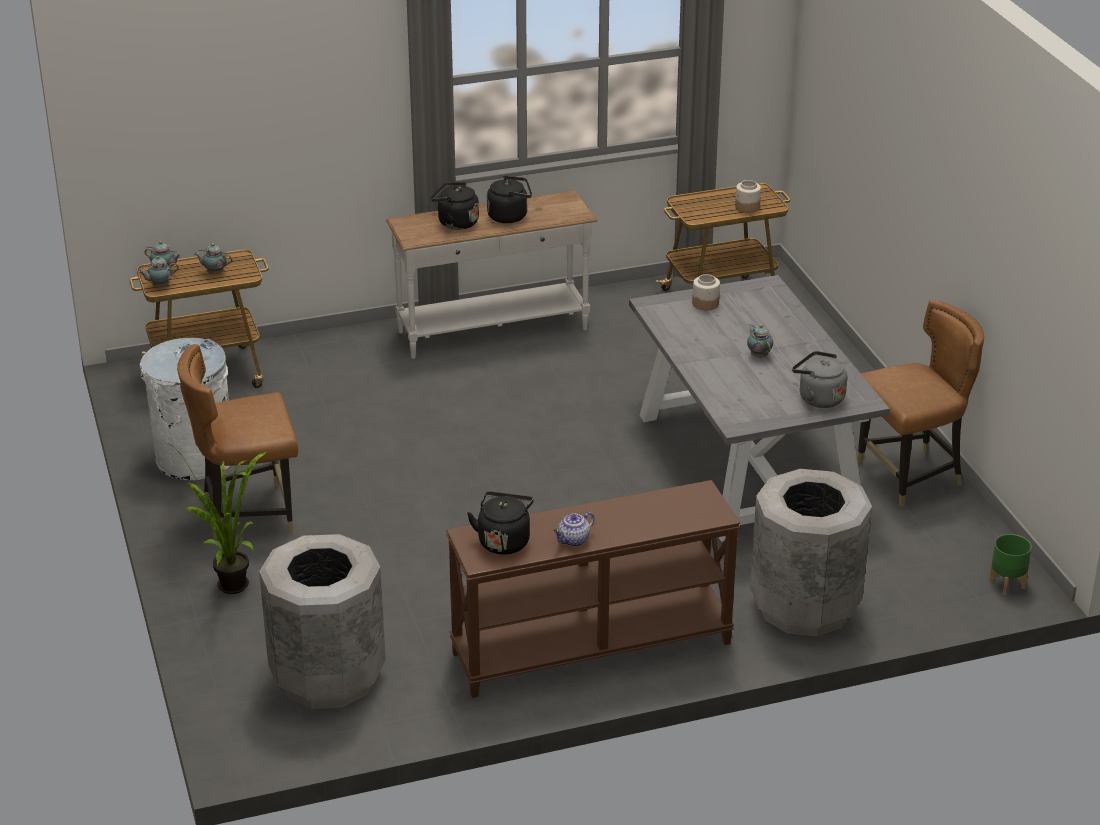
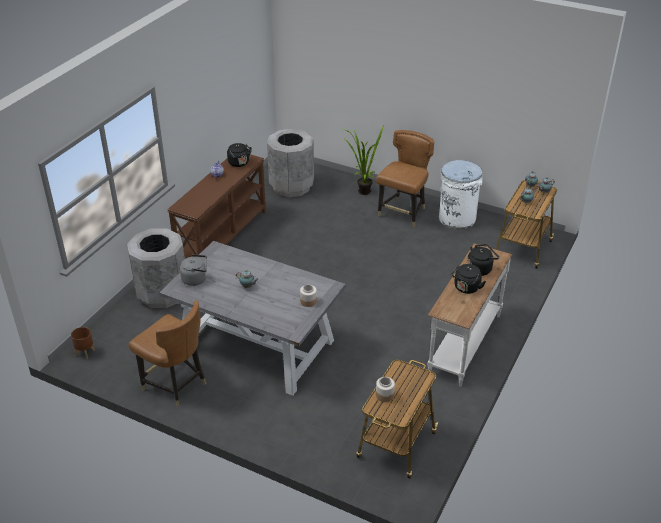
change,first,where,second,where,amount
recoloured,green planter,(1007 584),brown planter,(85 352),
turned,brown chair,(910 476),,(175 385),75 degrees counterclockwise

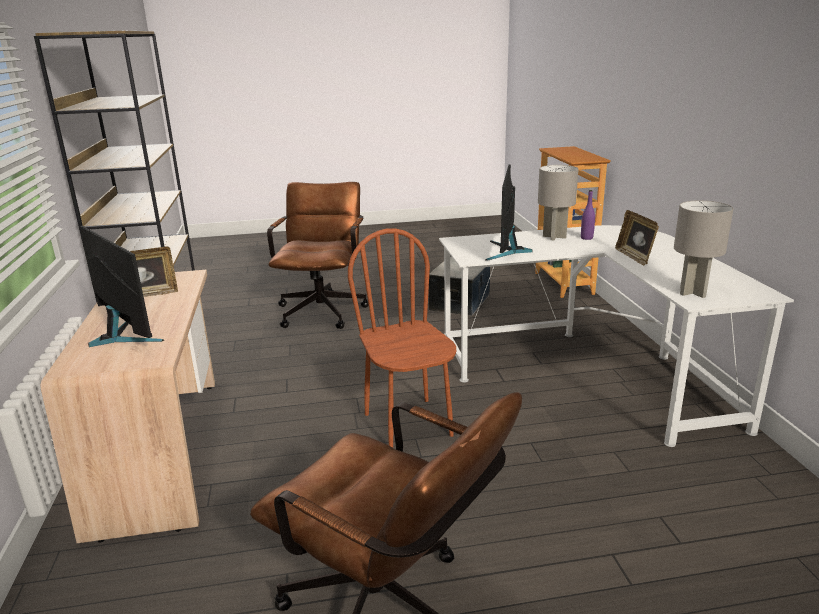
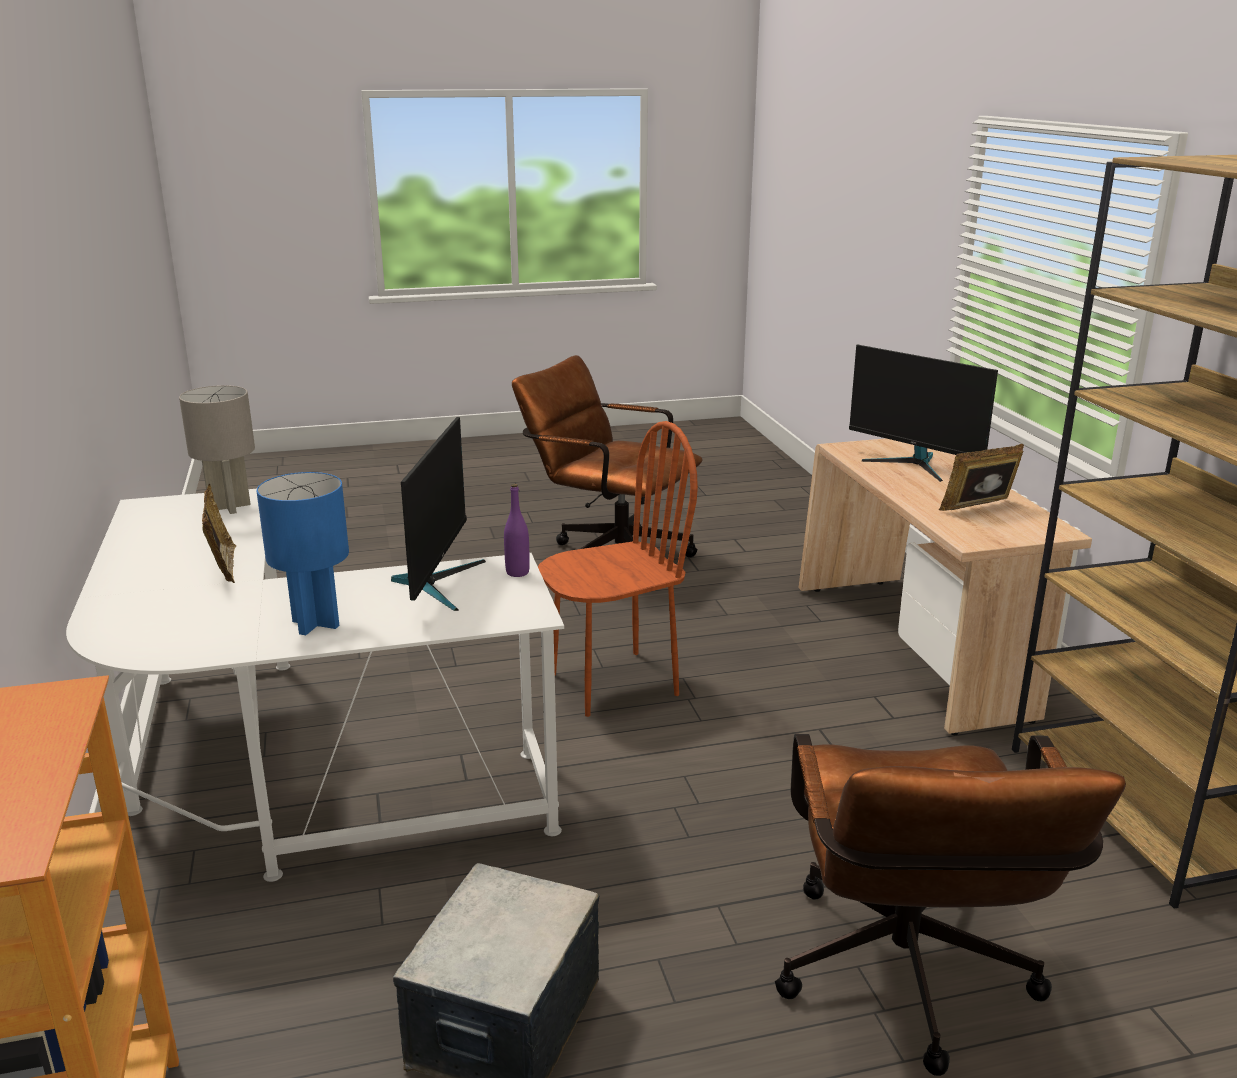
change,first,where,second,where,amount
recoloured,grey table lamp,(554 237),blue table lamp,(316 624),
moved,purple bottle,(586 238),,(517 572),
turned,brown chair,(408 424),,(613 683),90 degrees counterclockwise

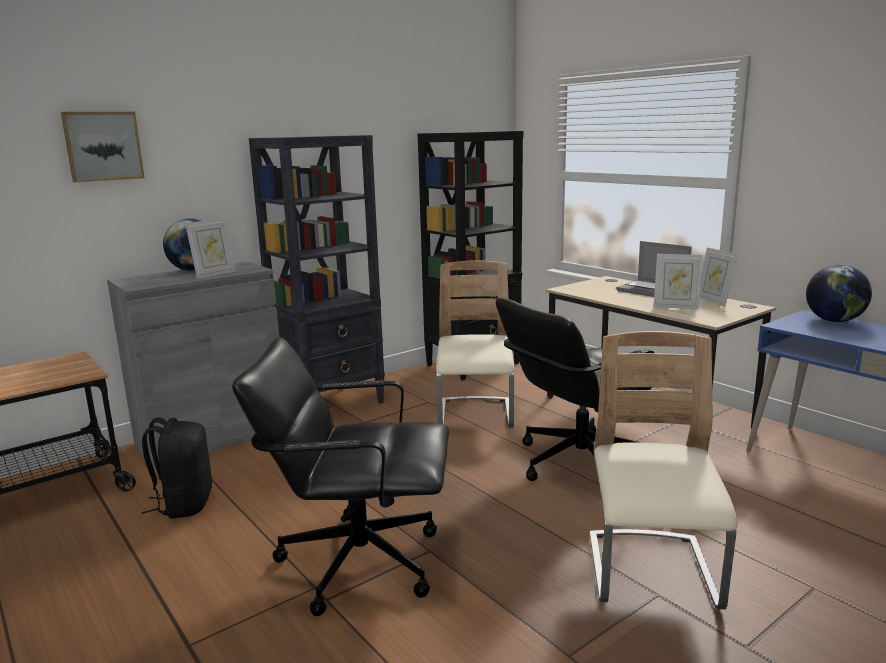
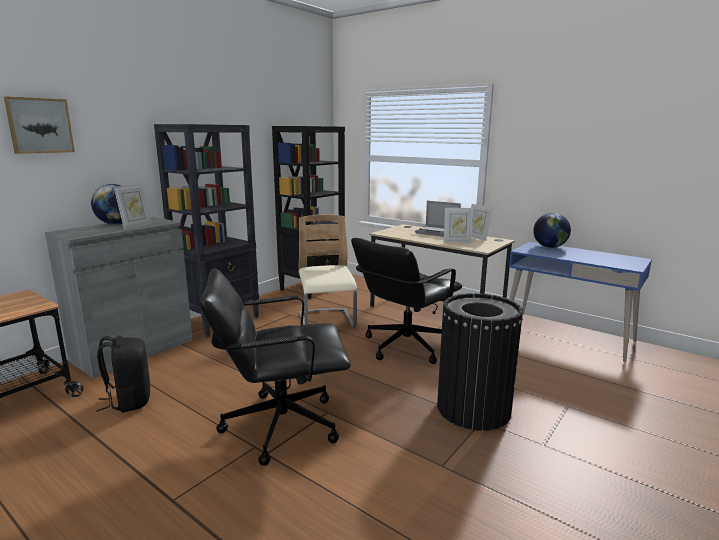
change,first,where,second,where,amount
replaced,beige chair,(651 573),black trash can,(473 408),

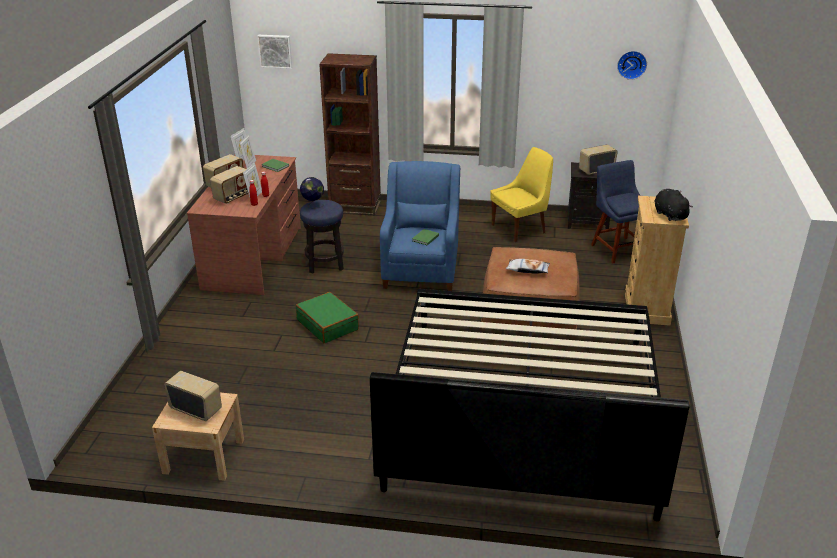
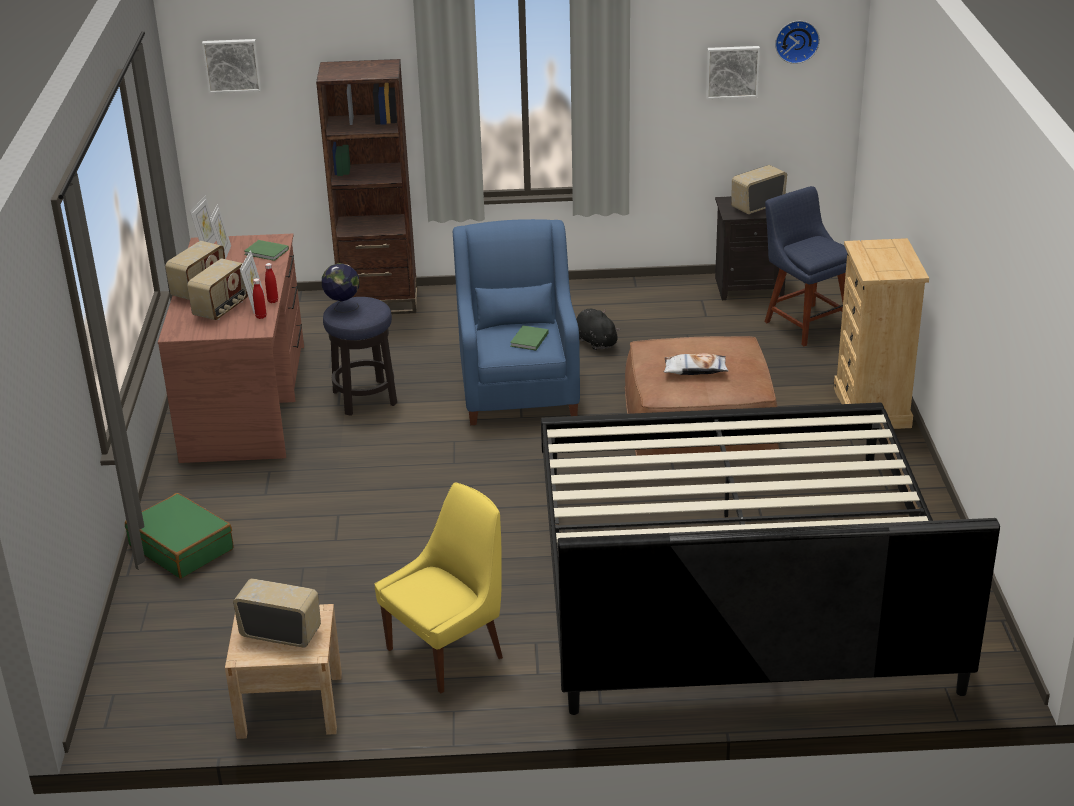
change,first,where,second,where,amount
moved,green suitcase,(328 325),,(182 547),
moved,yellow chair,(520 228),,(449 651),
moved,black plush toy,(669 215),,(595 341),
added,,,picture,(732 71),

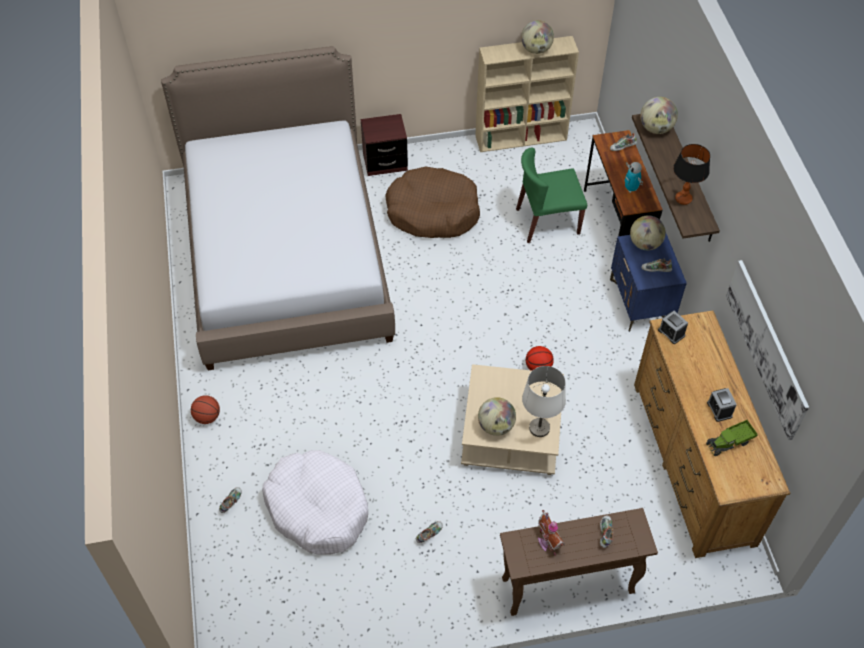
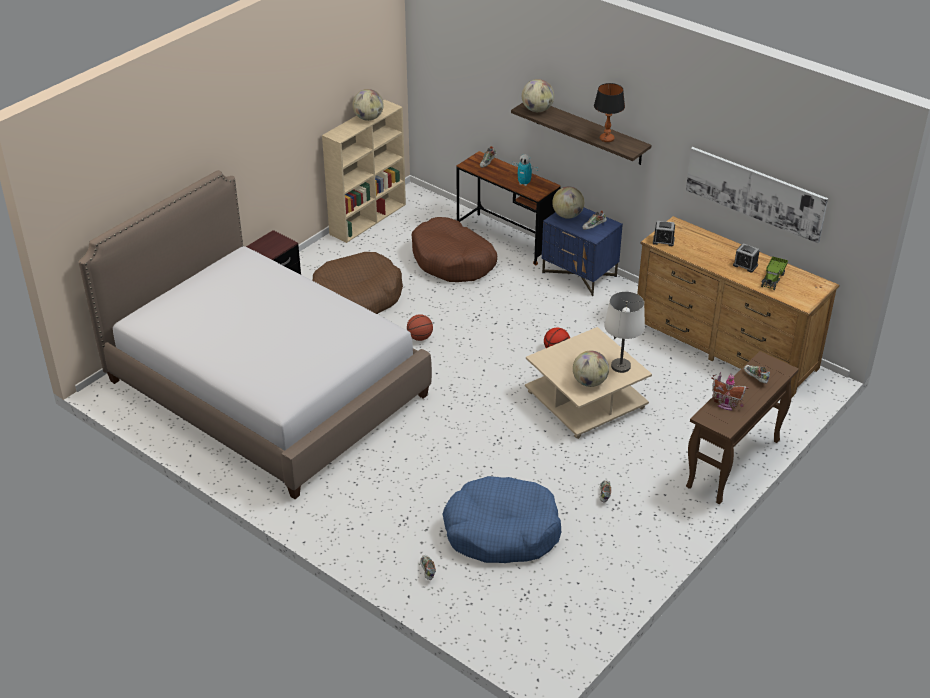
change,first,where,second,where,amount
moved,basketball,(207 417),,(420 337),
replaced,green chair,(547 221),brown dog bed,(453 261),
recoloured,white dog bed,(317 508),blue dog bed,(501 531),

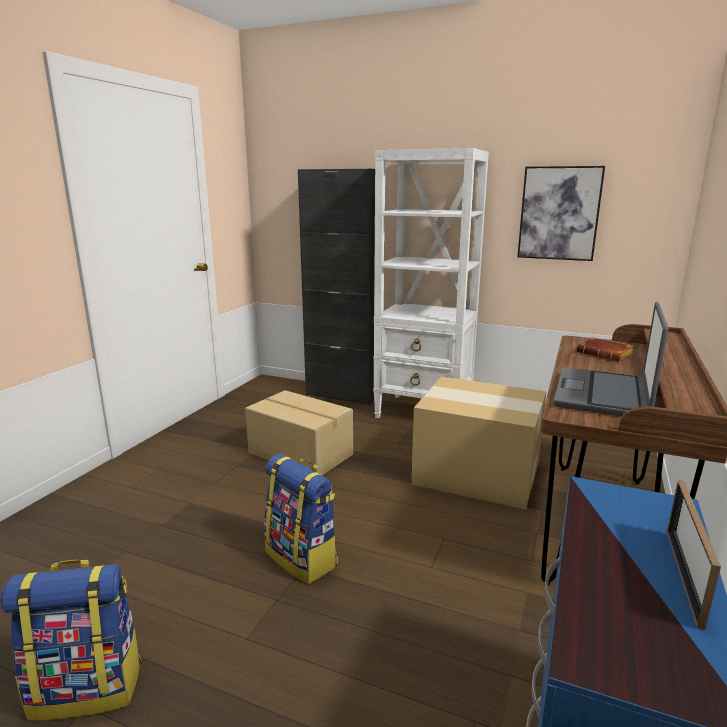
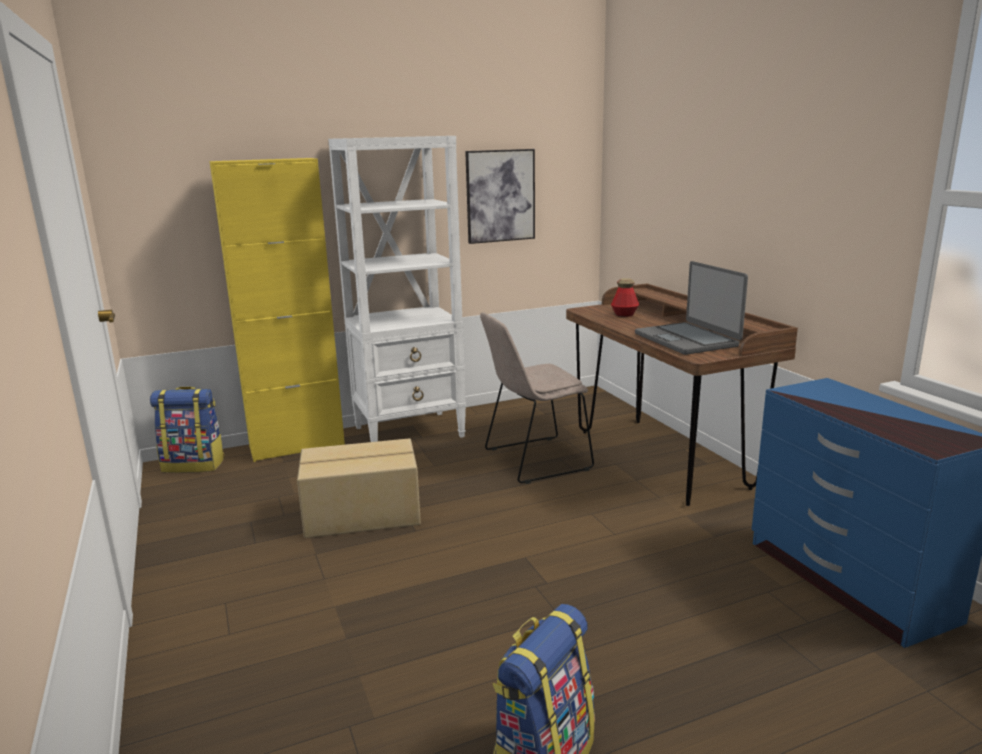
change,first,where,second,where,amount
moved,backpack,(303 558),,(194 465),
recoloured,black cabinet,(343 394),yellow cabinet,(297 446),
replaced,cardboard box,(475 472),beige chair,(533 460),
replaced,brown book,(606 354),bottle,(624 315),
removed,picture frame,(683 575),,,

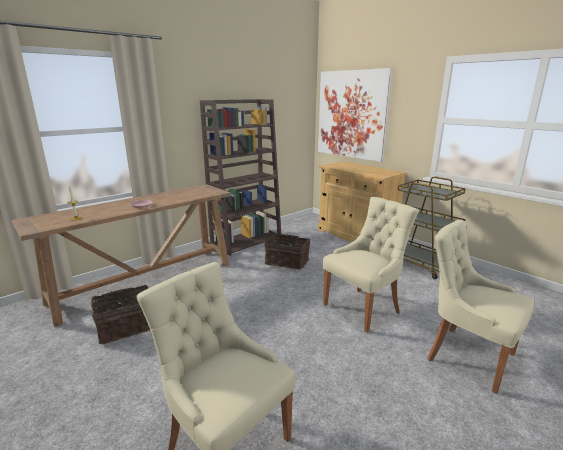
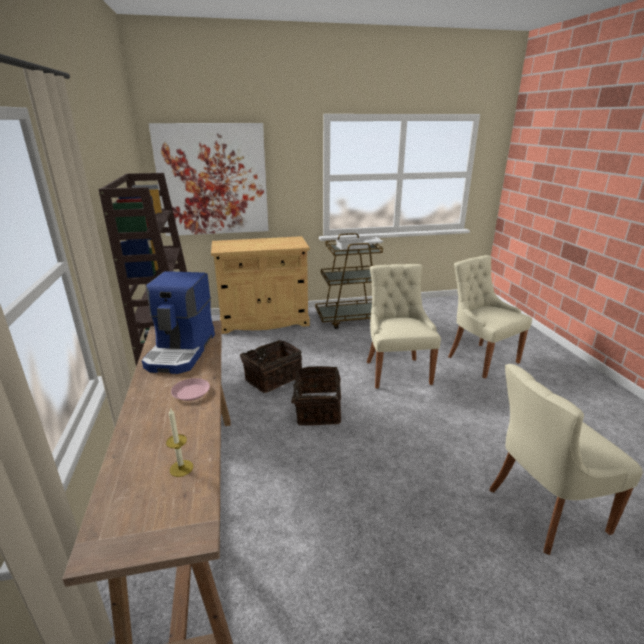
change,first,where,second,where,amount
added,,,coffee machine,(182 351),
moved,basket,(126 326),,(317 409),
added,,,white tray,(358 246),
turned,beige chair,(467 355),,(480 358),75 degrees clockwise

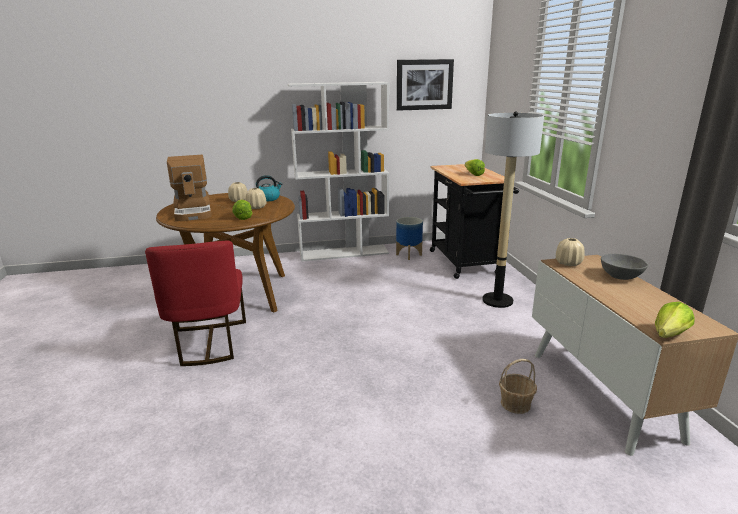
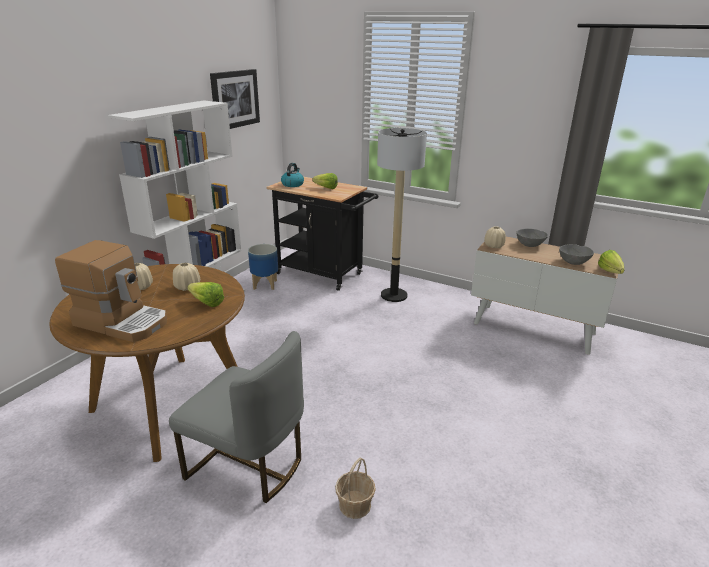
change,first,where,second,where,amount
recoloured,red chair,(209 343),grey chair,(248 465),
moved,kettle,(268 199),,(292 184),
moved,basket,(515 404),,(355 505),
added,,,grey bowl,(573 262),

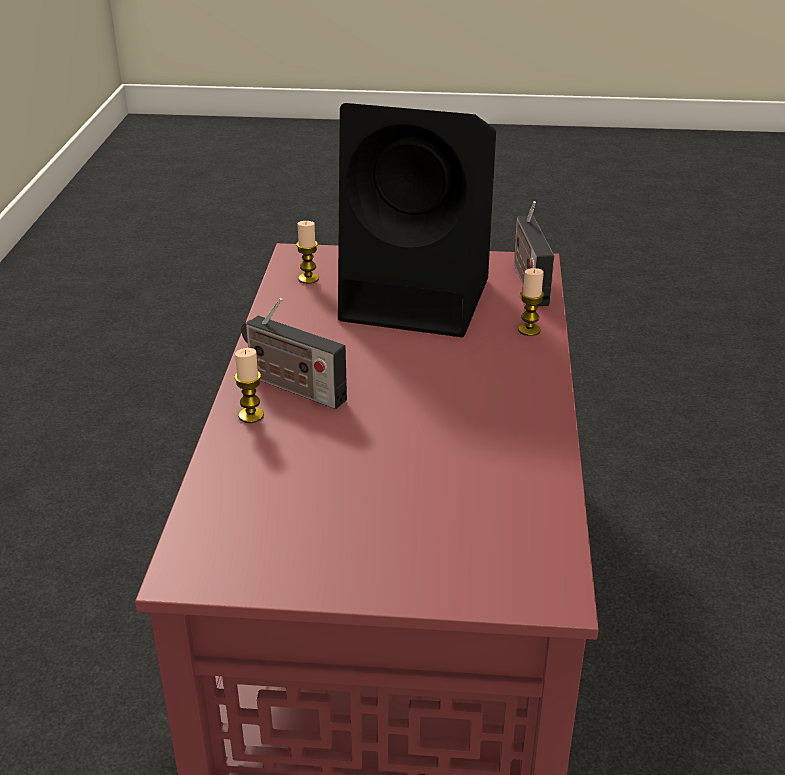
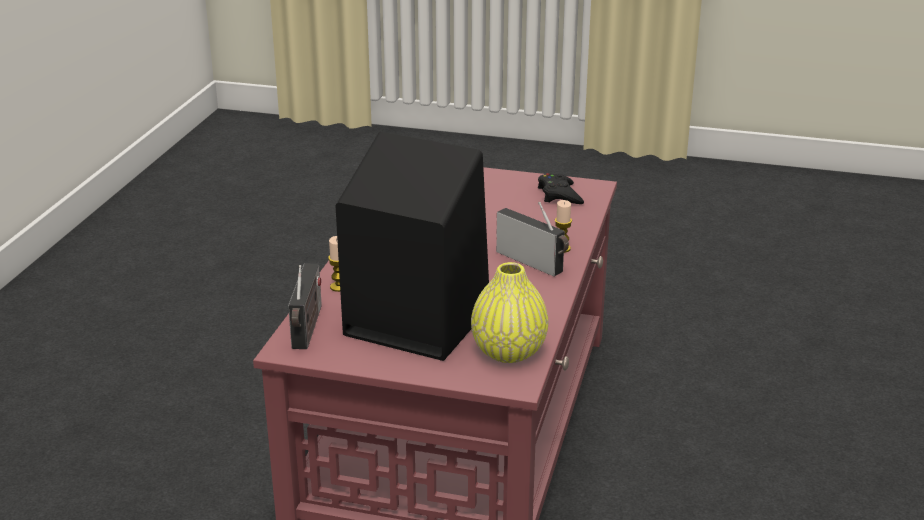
change,first,where,second,where,amount
replaced,candle,(308 279),yellow vase,(508 352),
added,,,black game controller,(559 195),

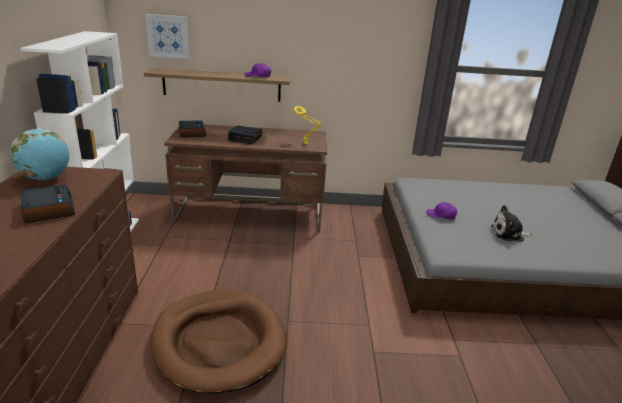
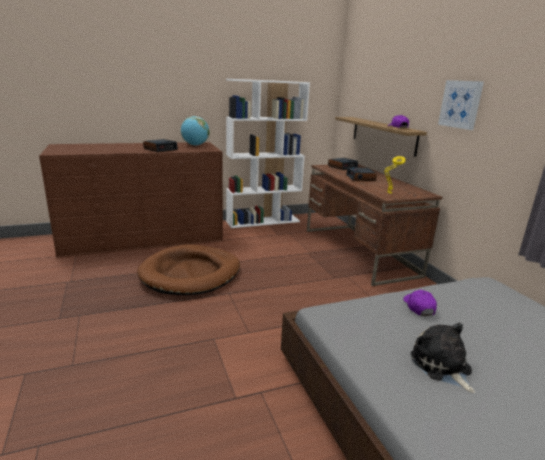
change,first,where,second,where,amount
moved,picture,(168 36),,(460 104),

